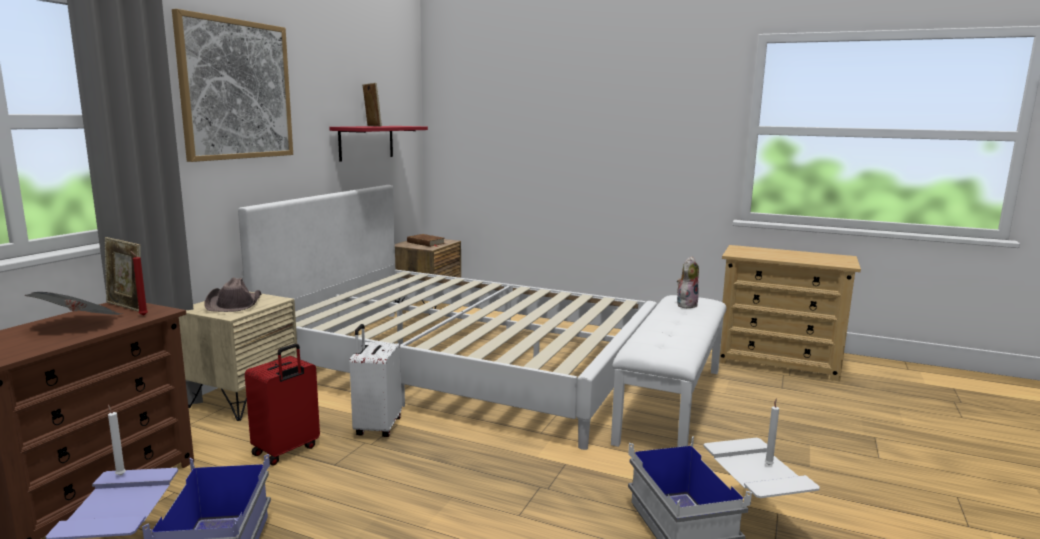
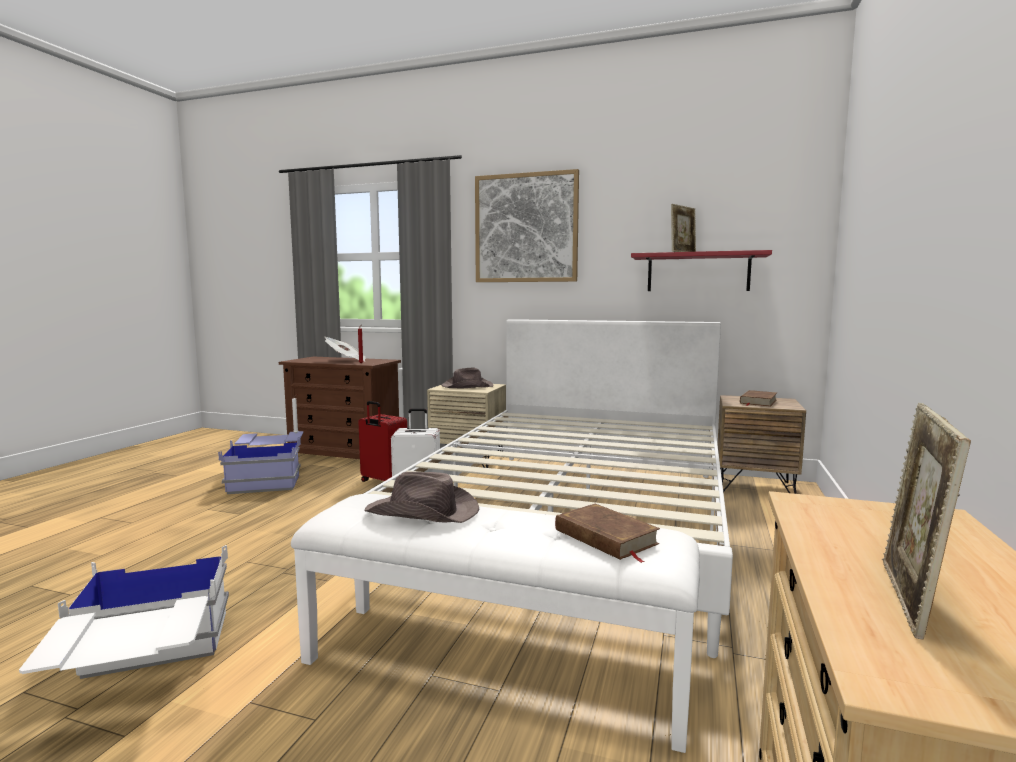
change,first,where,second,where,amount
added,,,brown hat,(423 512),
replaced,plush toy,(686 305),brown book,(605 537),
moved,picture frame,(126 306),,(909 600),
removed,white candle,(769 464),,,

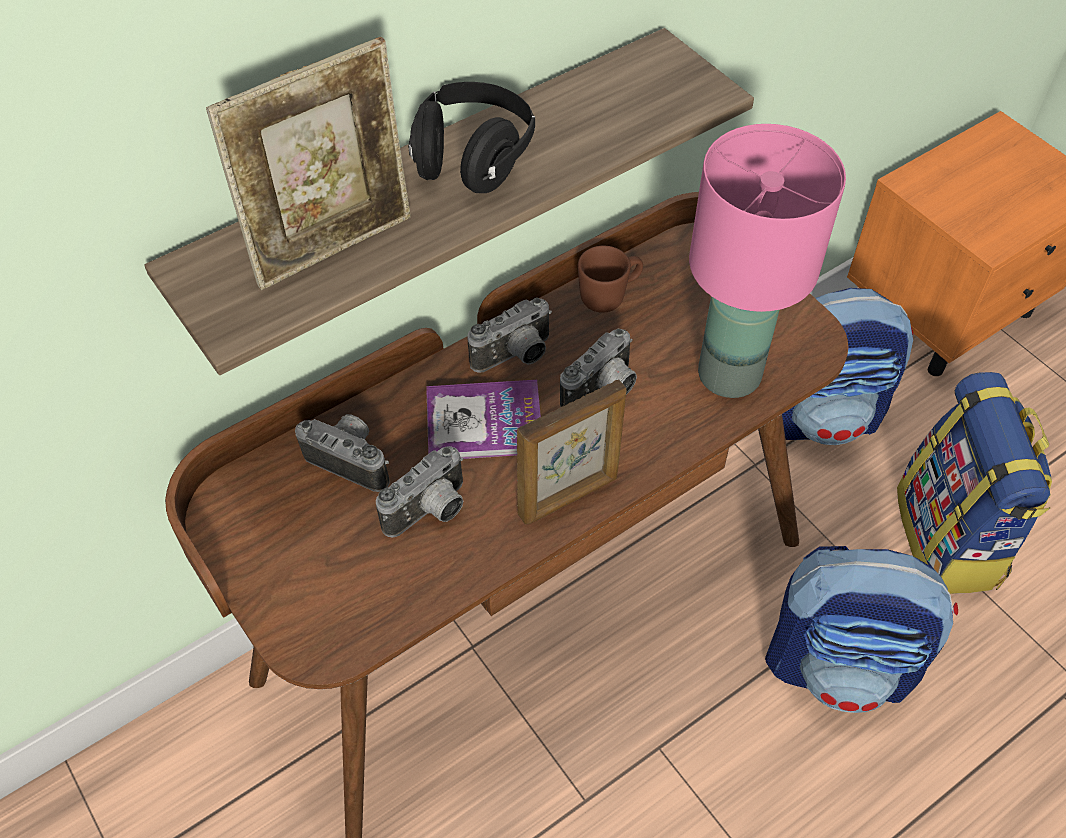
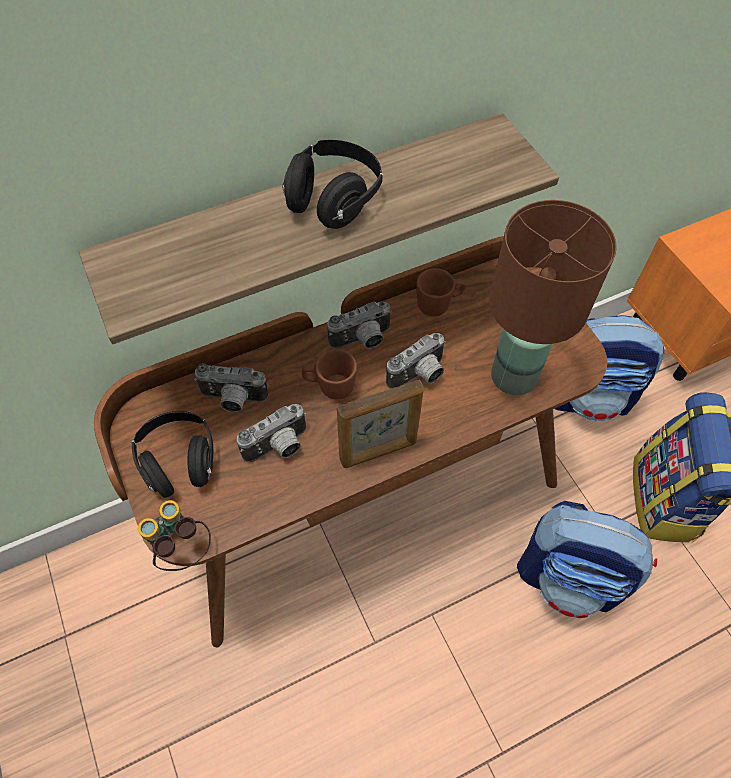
change,first,where,second,where,amount
added,,,black headphones,(179 462),
added,,,binoculars,(182 549),
turned,photo camera,(352 460),,(233 400),150 degrees clockwise
replaced,book,(484 422),brown mug,(330 386),
recoloured,pink table lamp,(730 376),brown table lamp,(514 377),
removed,picture frame,(334 246),,,

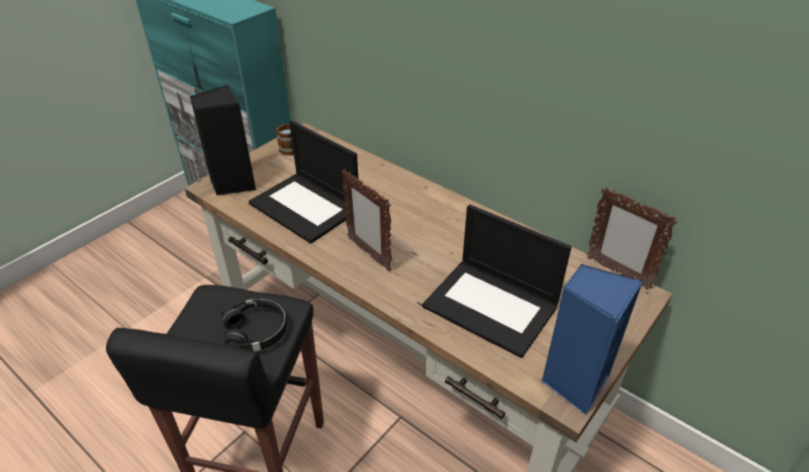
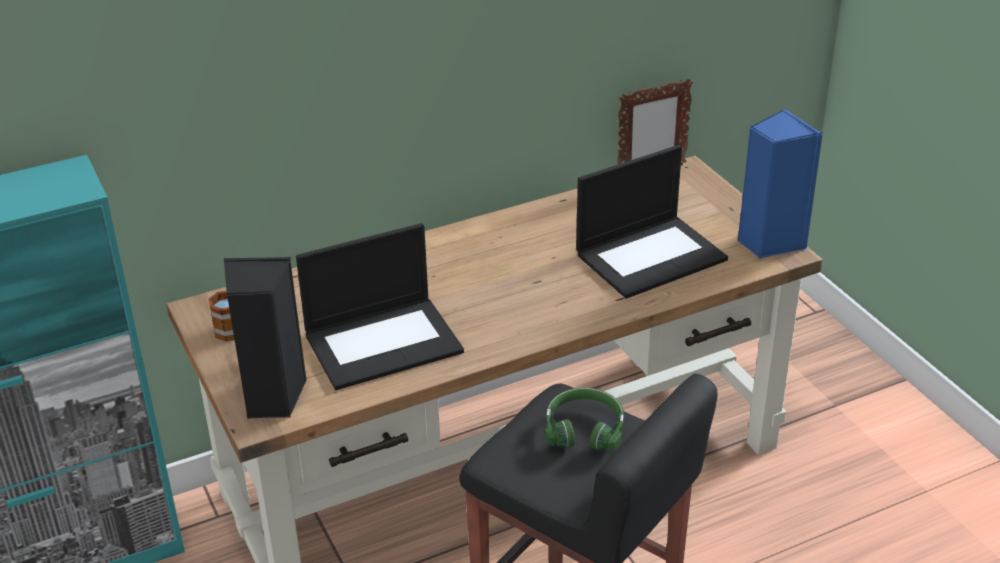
change,first,where,second,where,amount
recoloured,black headphones,(256 331),green headphones,(584 428),
removed,picture frame,(368 254),,,

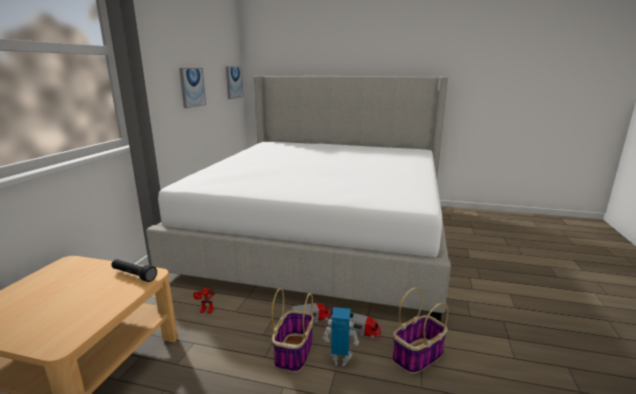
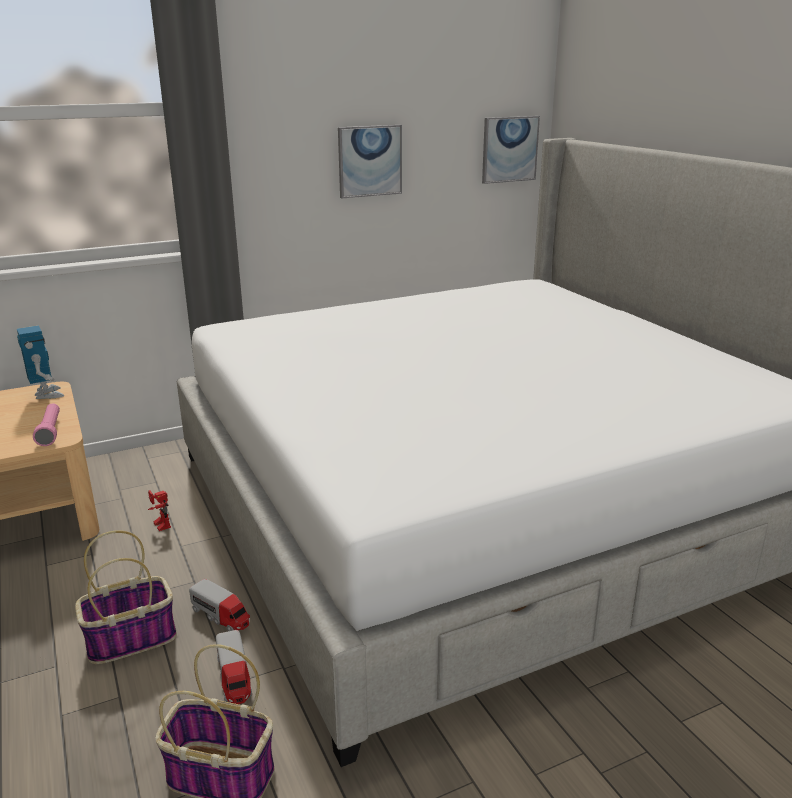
change,first,where,second,where,amount
moved,toy robot,(340 359),,(46 394),
recoloured,black flashlight,(134 275),pink flashlight,(50 431),

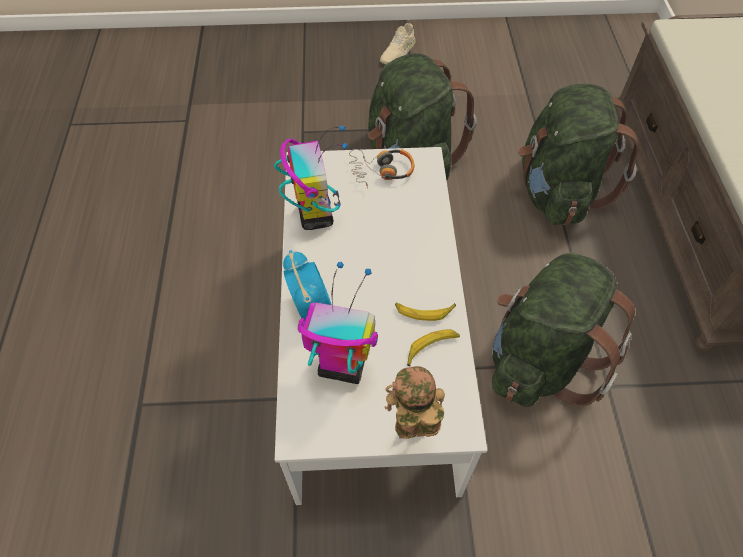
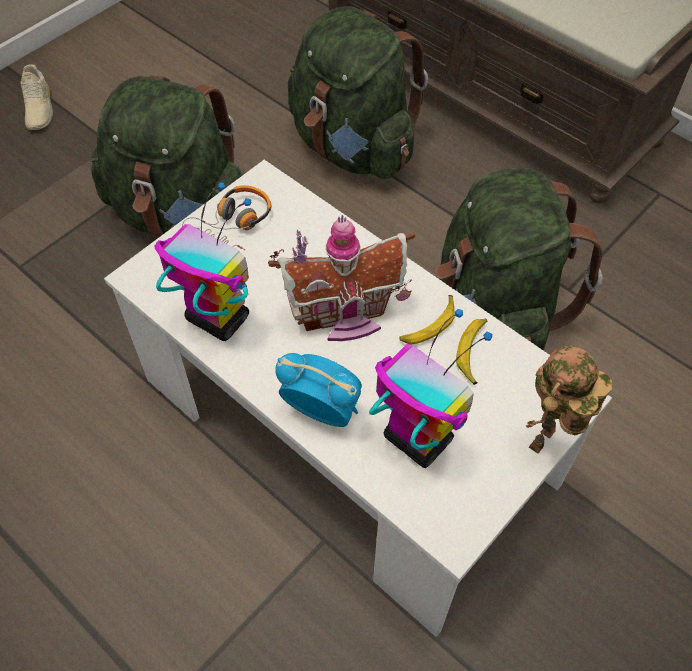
change,first,where,second,where,amount
added,,,toy house,(344 316),
turned,toy robot,(341 366),,(416 438),75 degrees clockwise

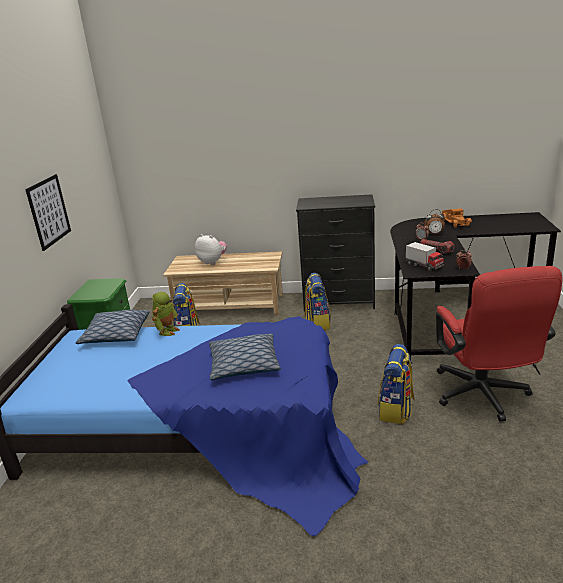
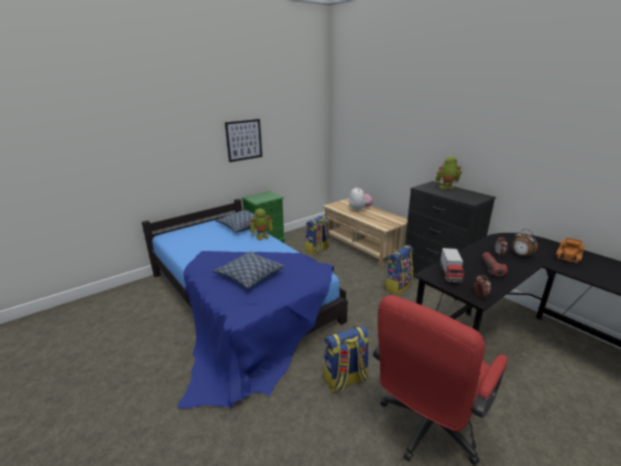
change,first,where,second,where,amount
added,,,toy robot,(446 187),

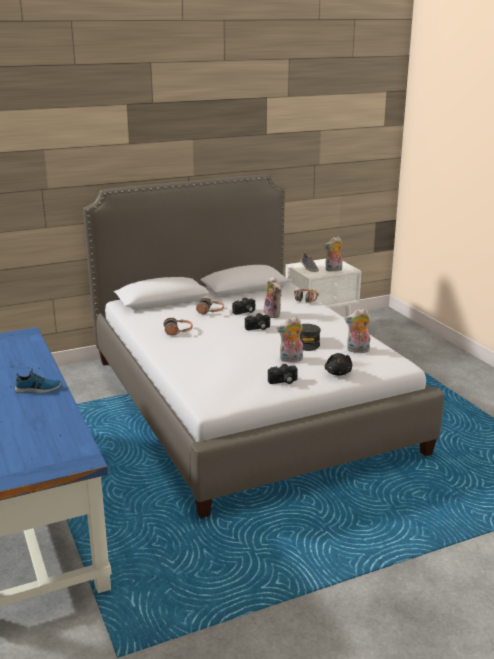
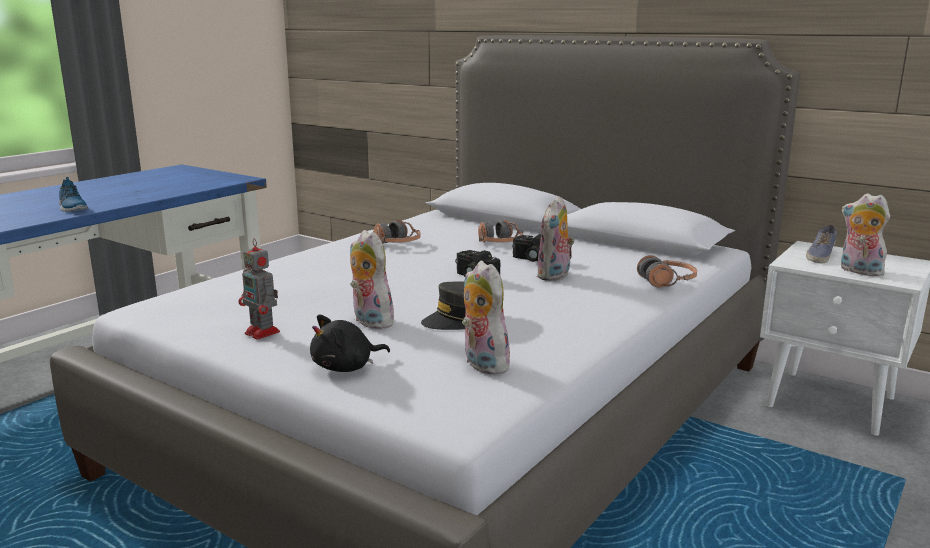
change,first,where,second,where,amount
replaced,photo camera,(283 382),toy robot,(263 333),

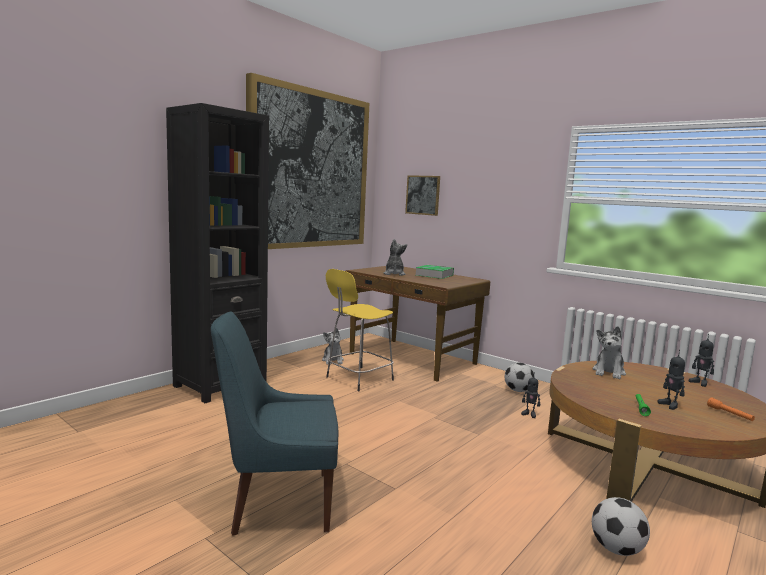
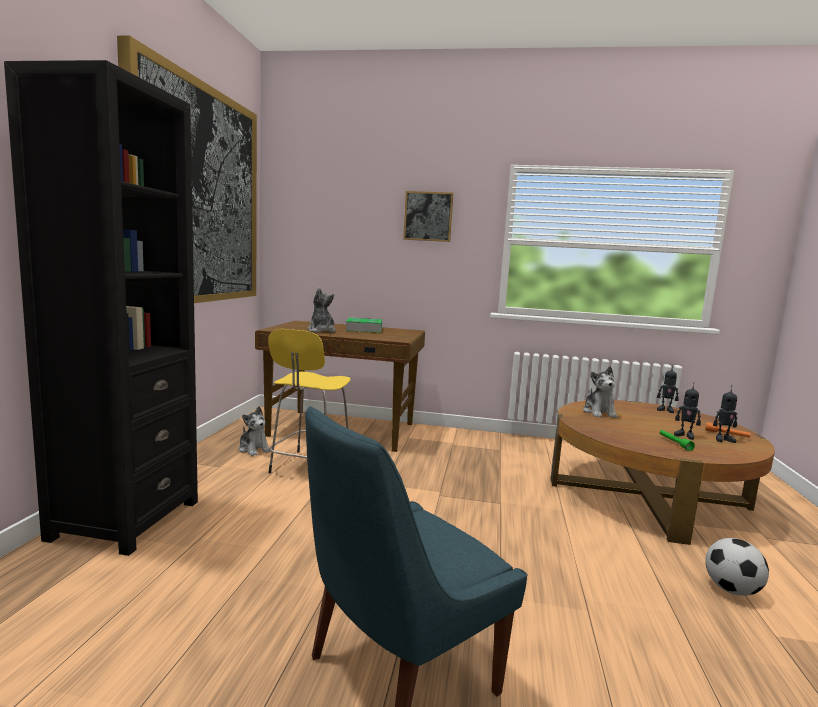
change,first,where,second,where,amount
moved,picture,(423 195),,(428 216),
moved,toy robot,(529 414),,(723 439),
removed,football,(518 390),,,

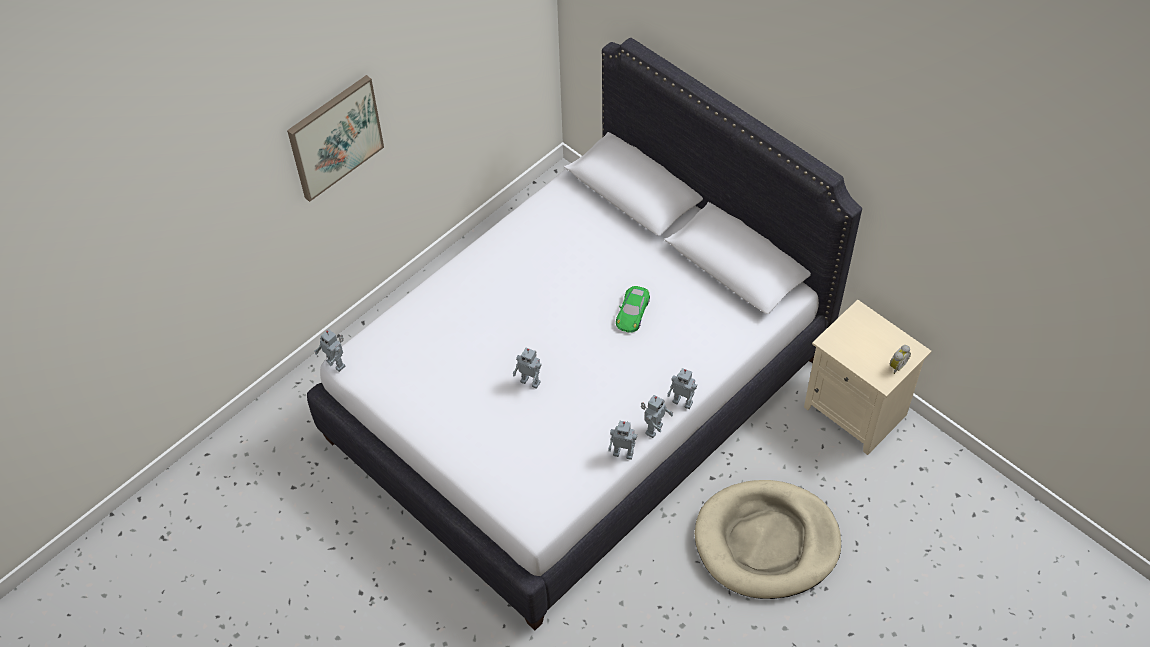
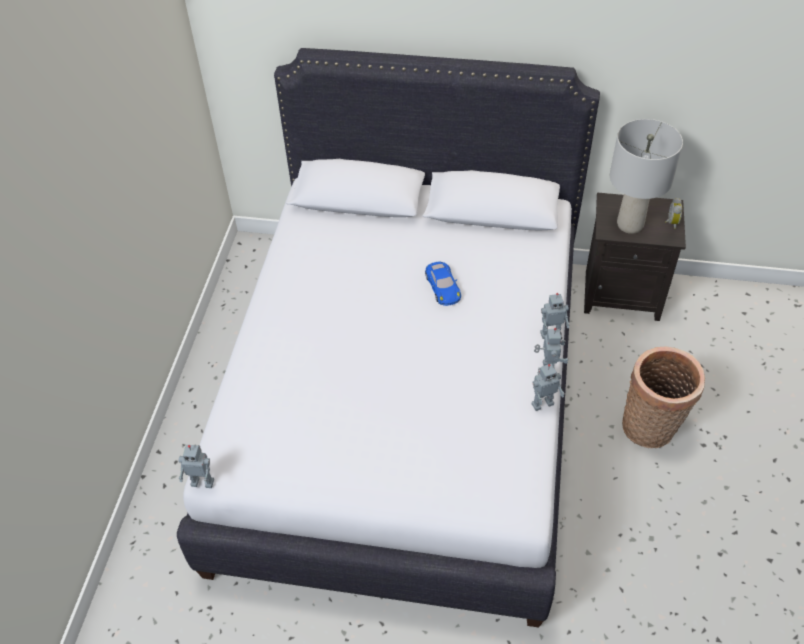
change,first,where,second,where,amount
recoloured,green toy car,(632 312),blue toy car,(442 286),
recoloured,beige nightstand,(857 411),black nightstand,(623 294),
added,,,grey table lamp,(630 225),
replaced,beige dog bed,(766 542),basket,(651 429),
removed,picture,(335 137),,,
removed,toy robot,(531 381),,,

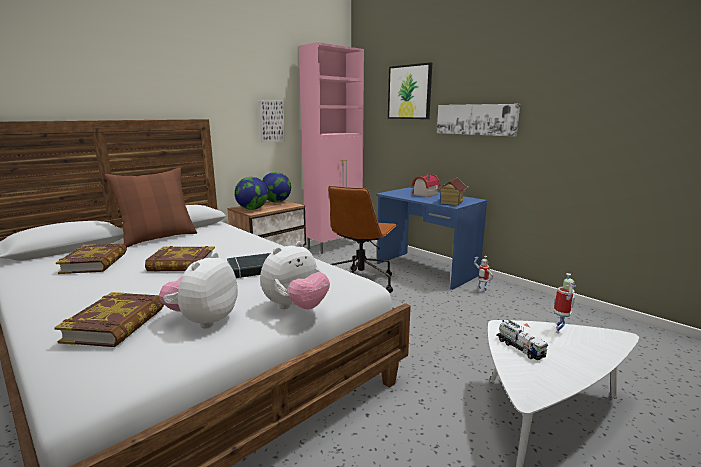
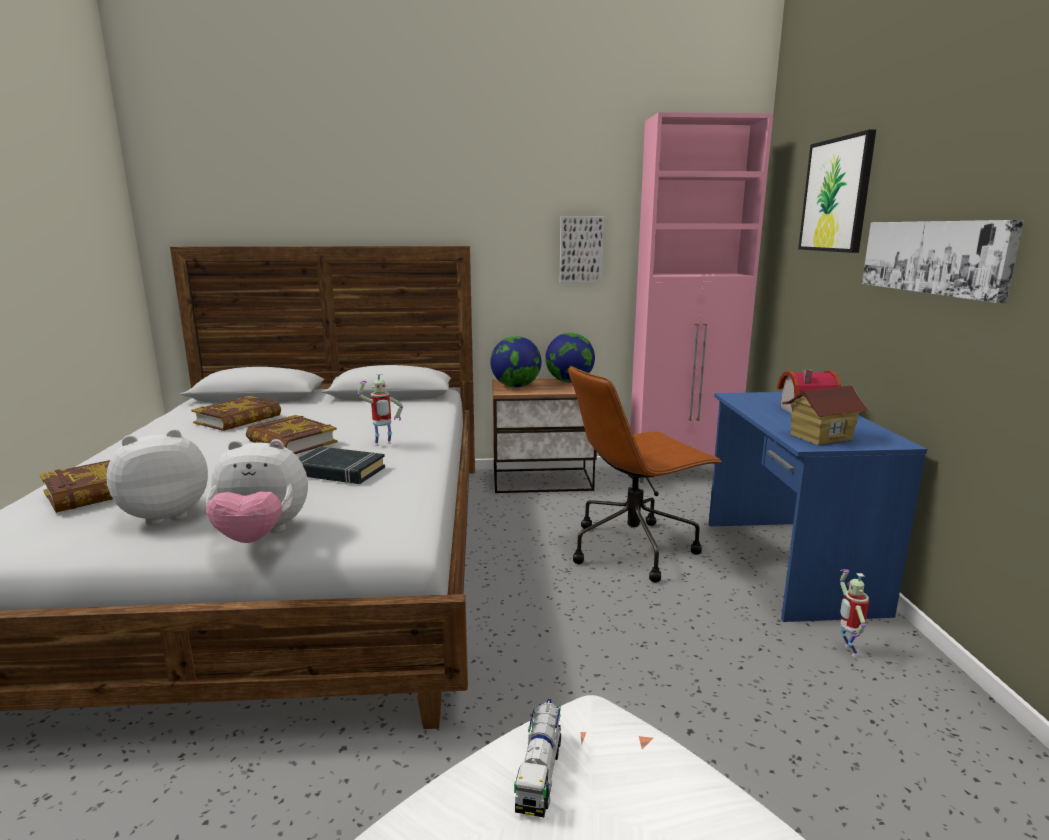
change,first,where,second,where,amount
moved,toy robot,(559 330),,(383 445),
removed,brown pillow,(158 238),,,

